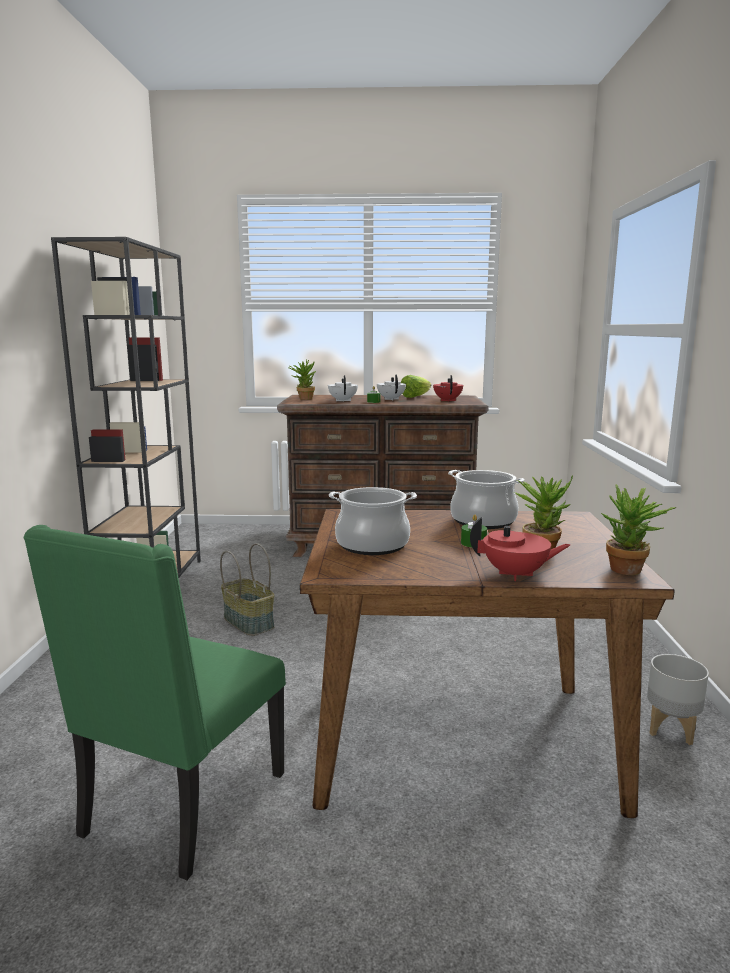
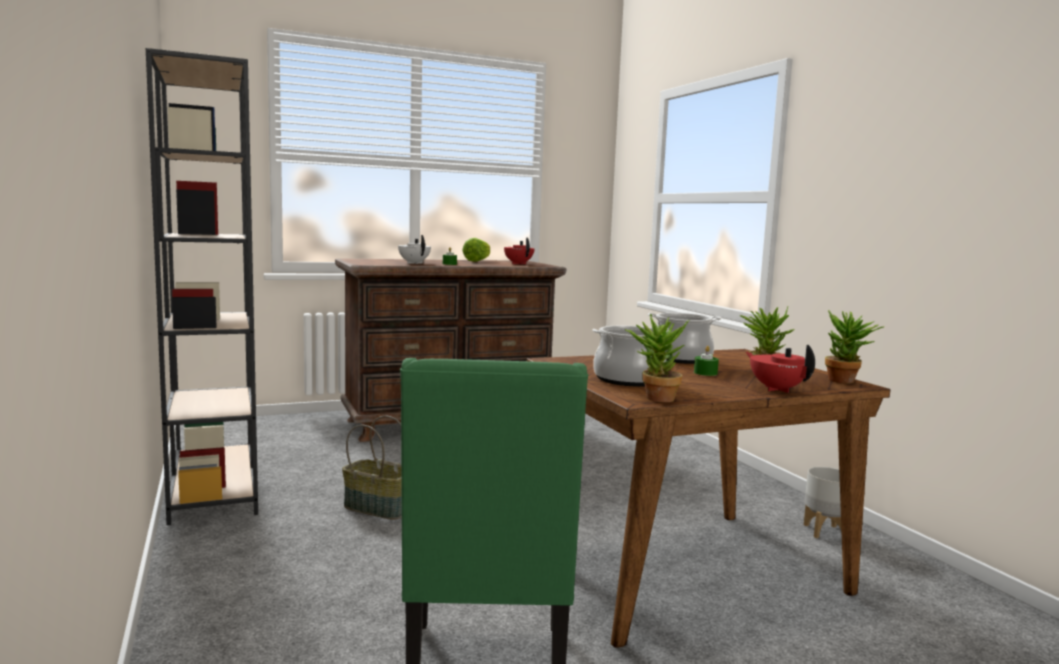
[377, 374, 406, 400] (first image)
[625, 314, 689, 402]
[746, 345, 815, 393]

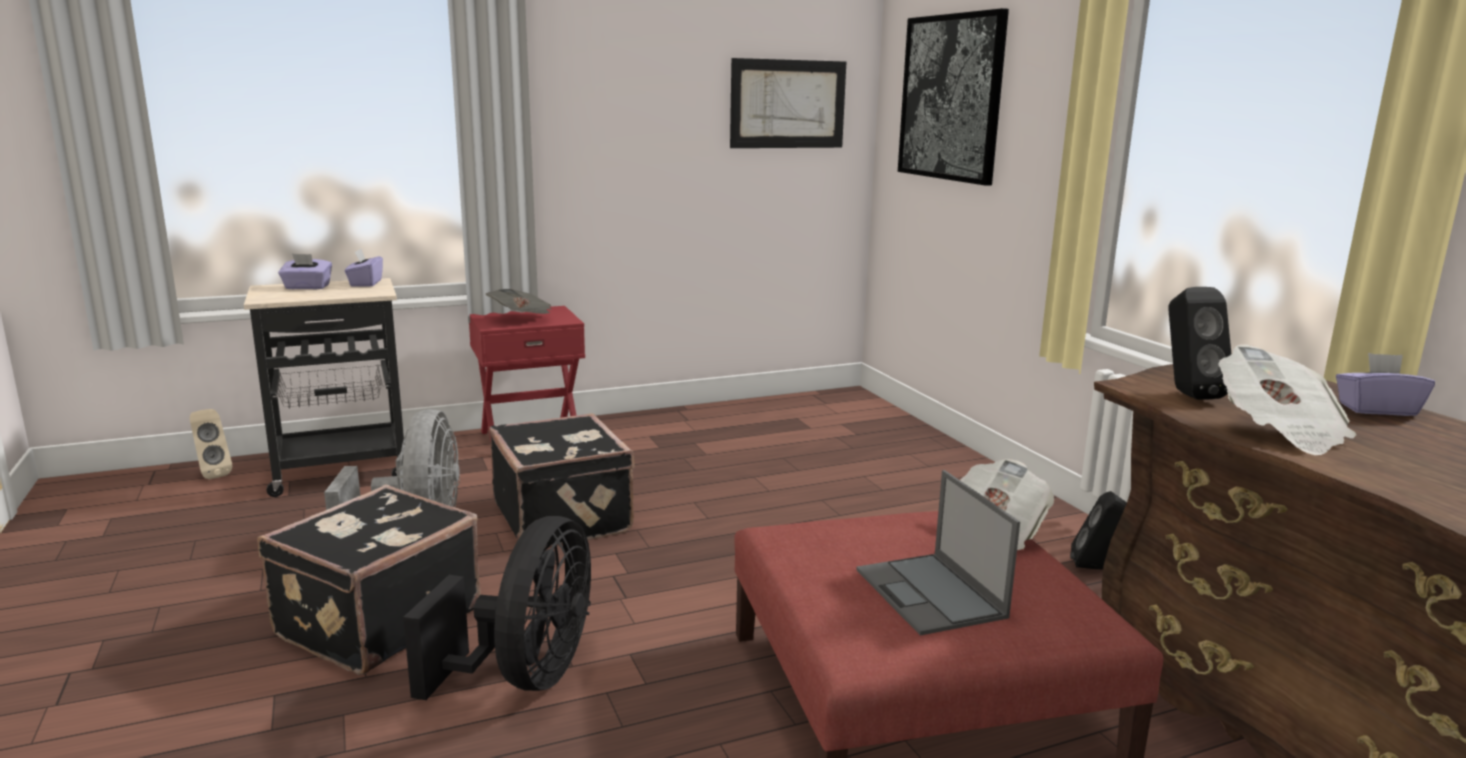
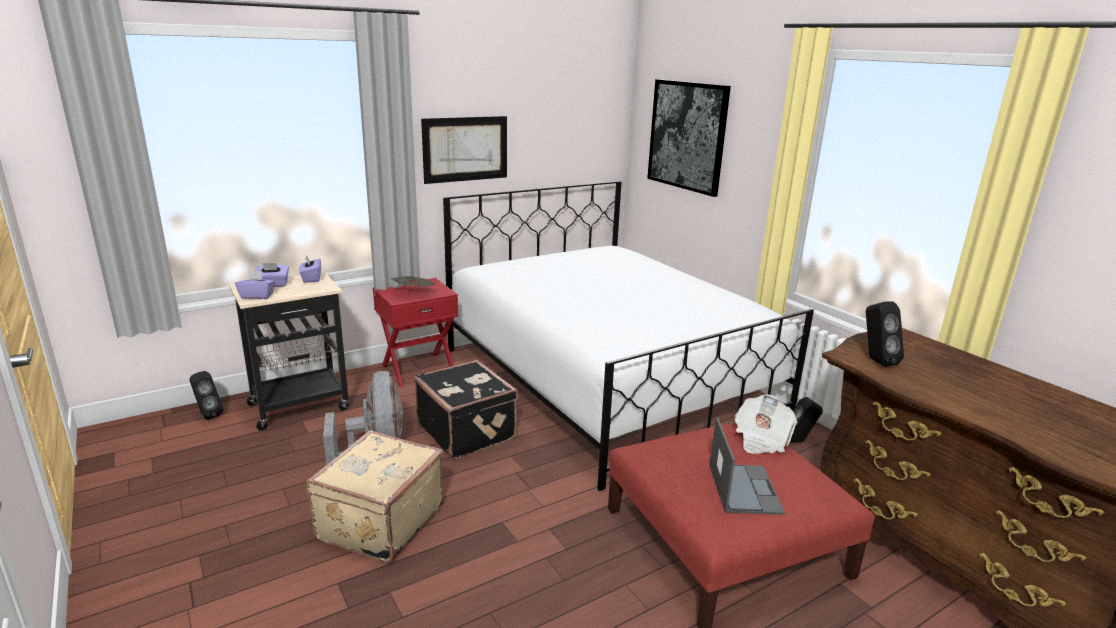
[403, 516, 591, 700] (first image)
[1218, 344, 1356, 456] (first image)
[443, 181, 814, 491]
[421, 116, 507, 184]
[235, 271, 275, 299]
[190, 371, 223, 420]
[306, 430, 444, 563]
[709, 417, 785, 515]

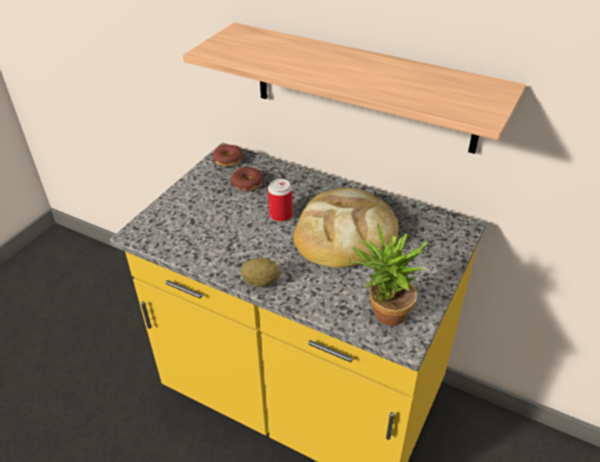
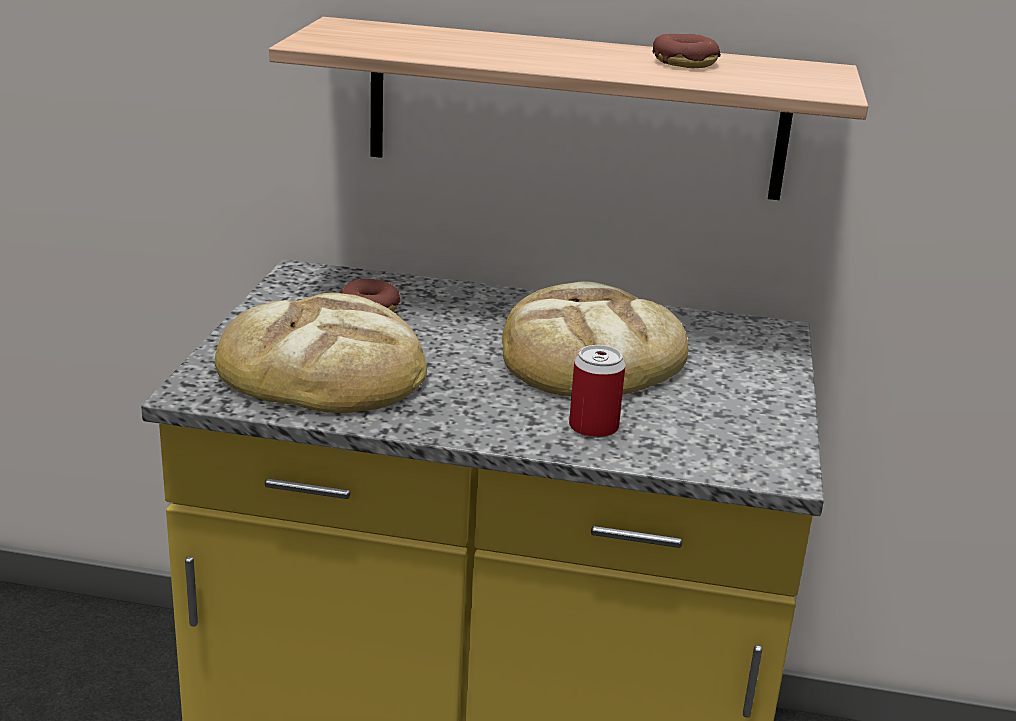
[241, 258, 280, 287] (first image)
[349, 224, 429, 326] (first image)
[215, 293, 427, 413]
[652, 34, 721, 68]
[569, 345, 626, 438]

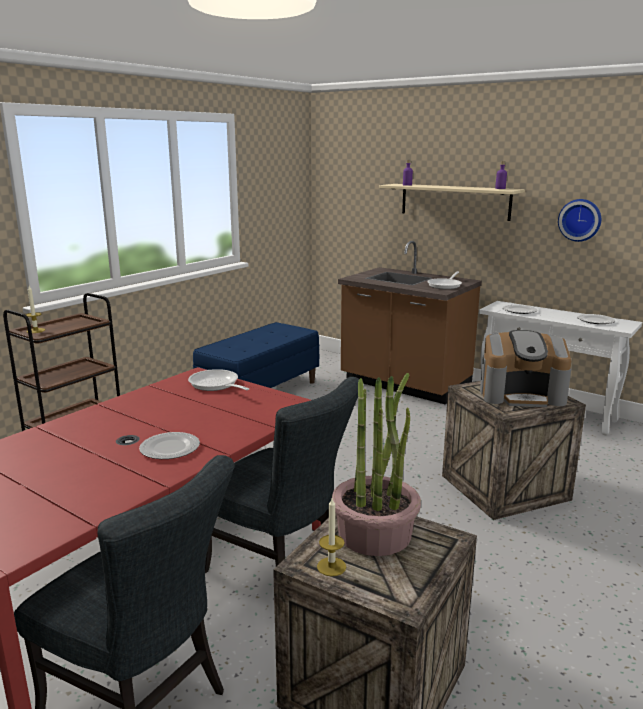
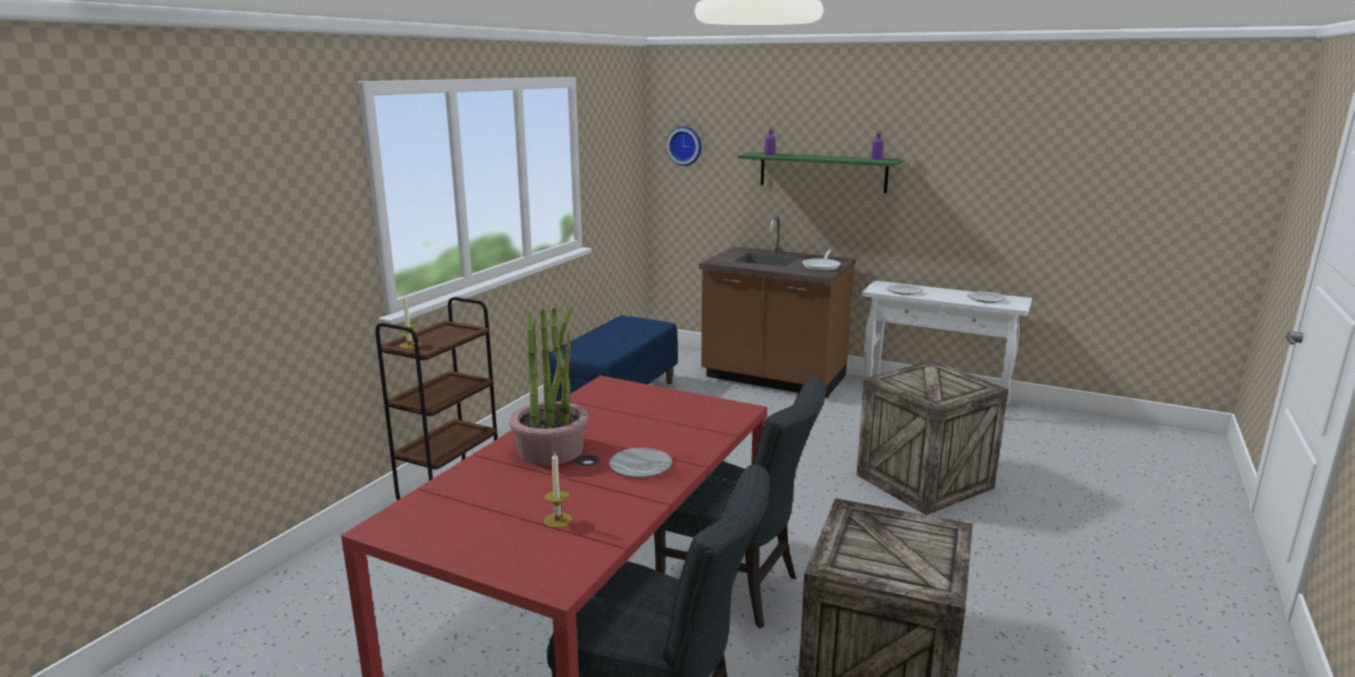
[188, 369, 249, 391] (first image)
[480, 330, 571, 407] (first image)
[544, 451, 572, 528]
[509, 306, 588, 465]
[667, 126, 702, 166]
[738, 152, 902, 194]

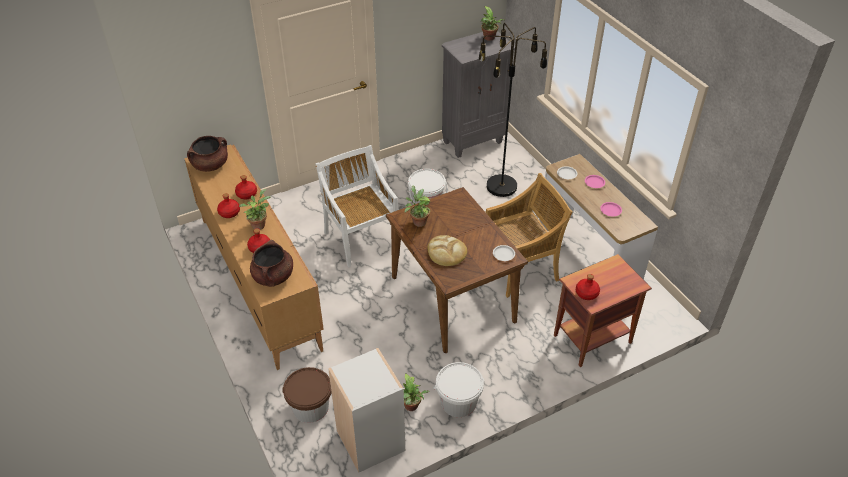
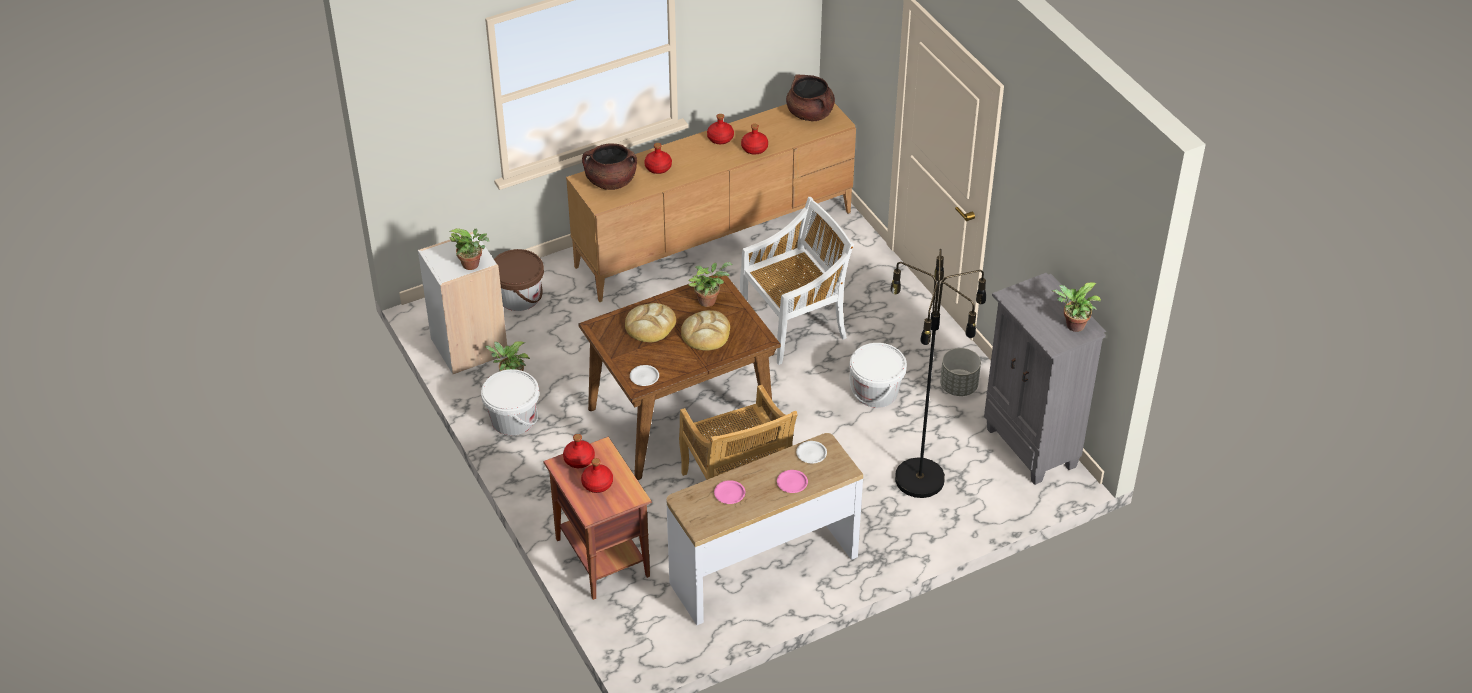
[581, 458, 613, 493]
[681, 310, 730, 351]
[940, 348, 981, 396]
[449, 228, 489, 270]

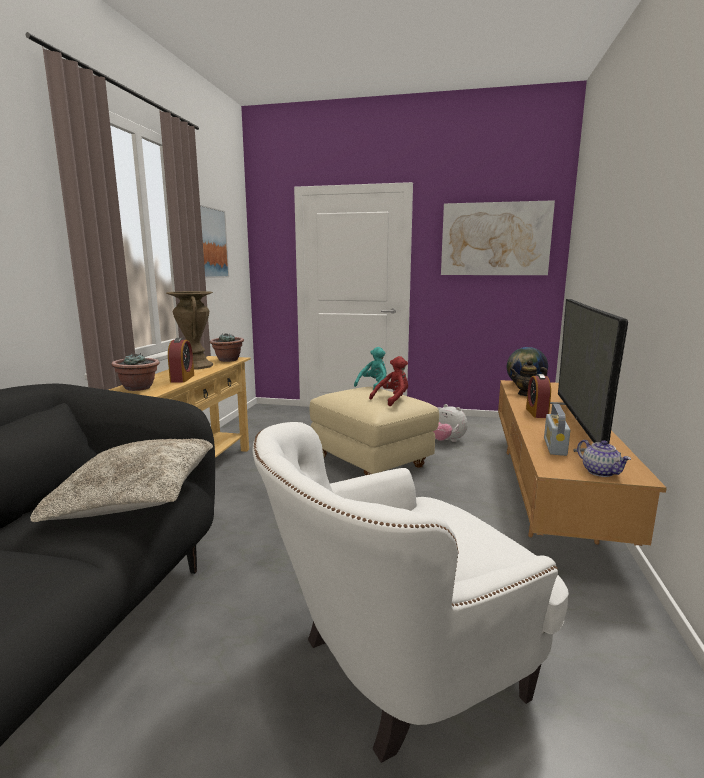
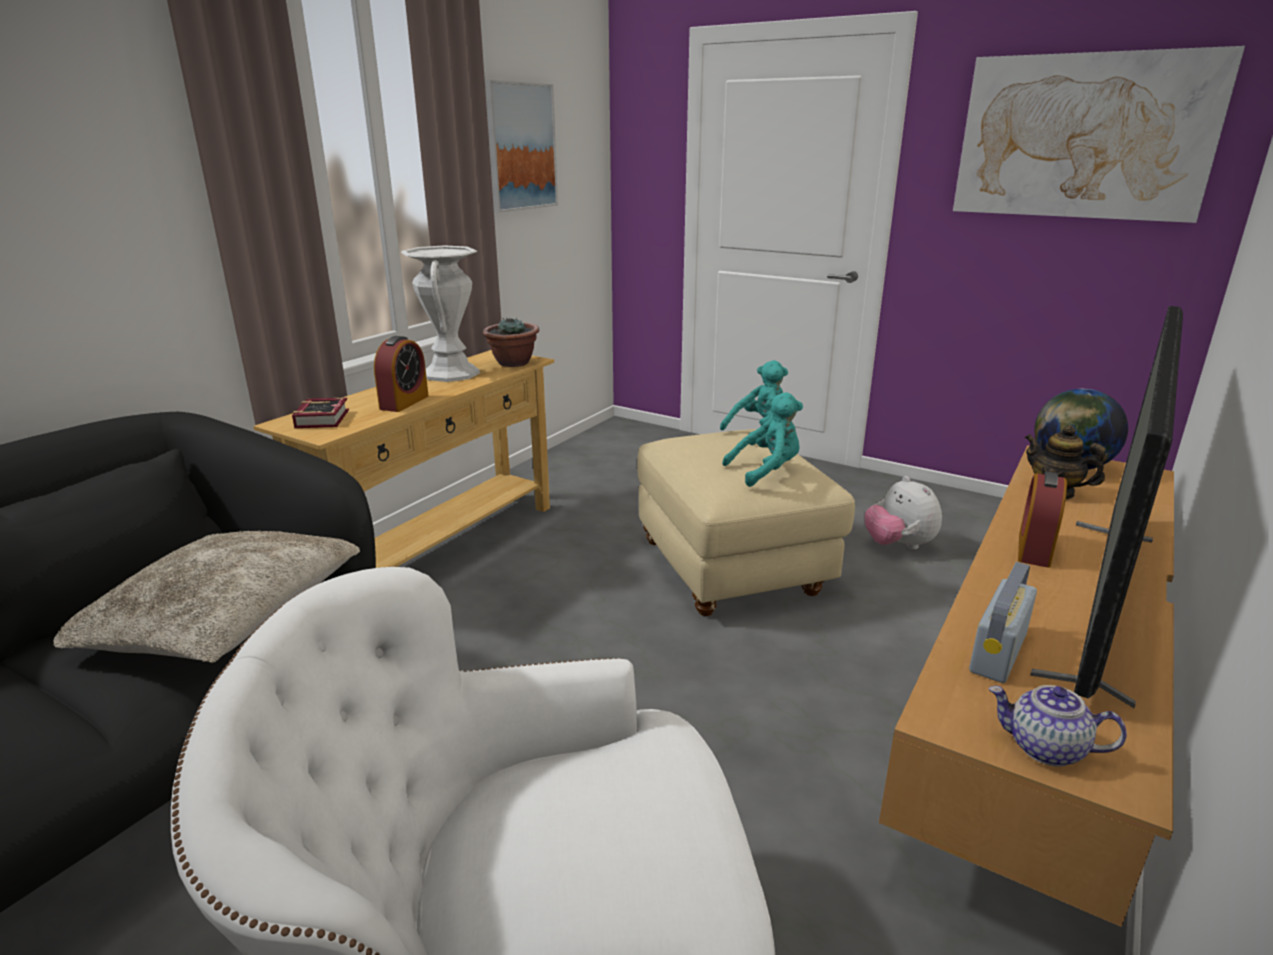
[292, 397, 349, 428]
[401, 245, 480, 382]
[722, 392, 803, 487]
[989, 685, 1127, 767]

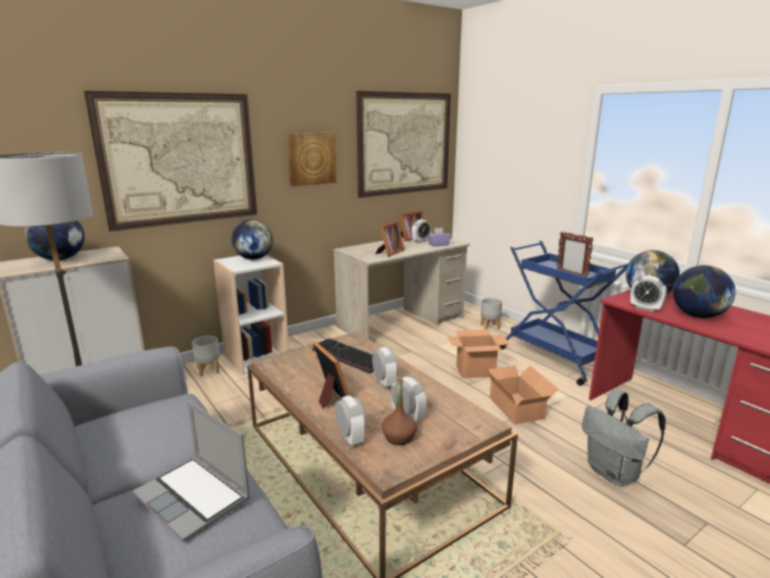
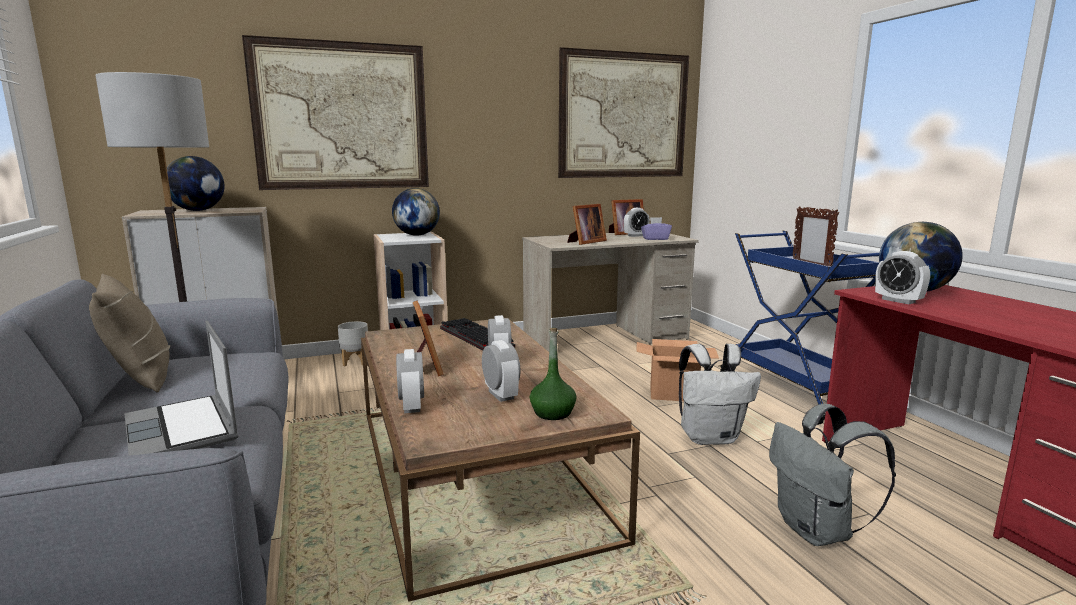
[287, 132, 336, 186] (first image)
[382, 377, 417, 445] (first image)
[481, 298, 502, 330] (first image)
[673, 265, 736, 318] (first image)
[89, 274, 170, 392]
[530, 328, 577, 420]
[679, 344, 761, 445]

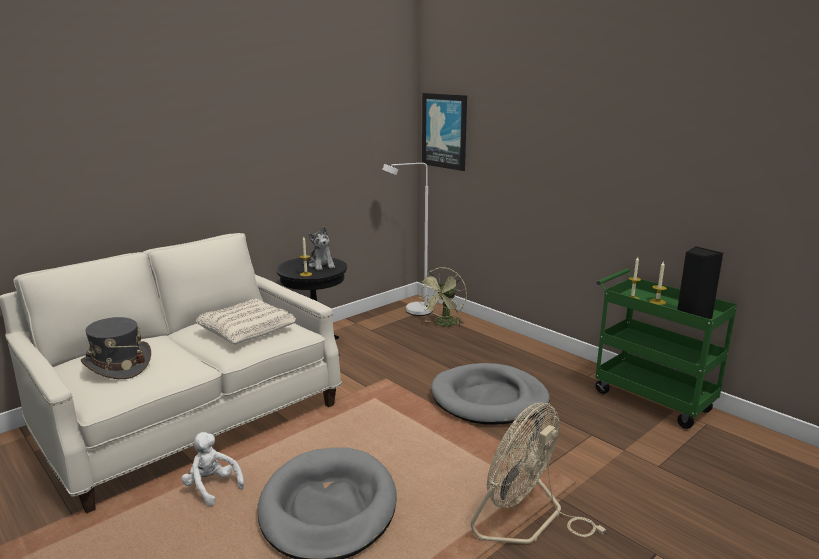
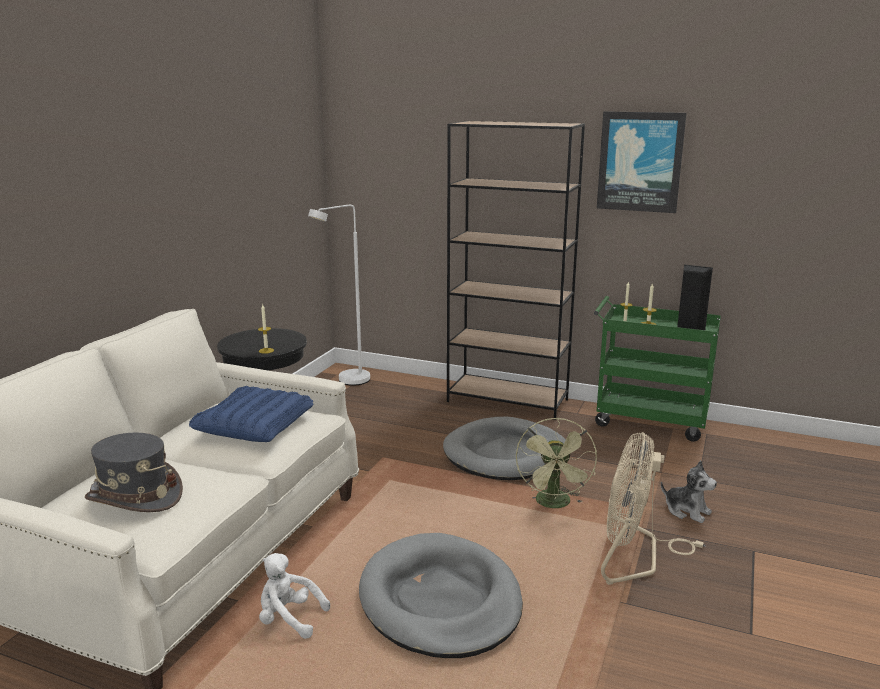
[447, 121, 585, 420]
[661, 460, 717, 523]
[516, 418, 597, 508]
[597, 111, 687, 213]
[189, 386, 313, 442]

